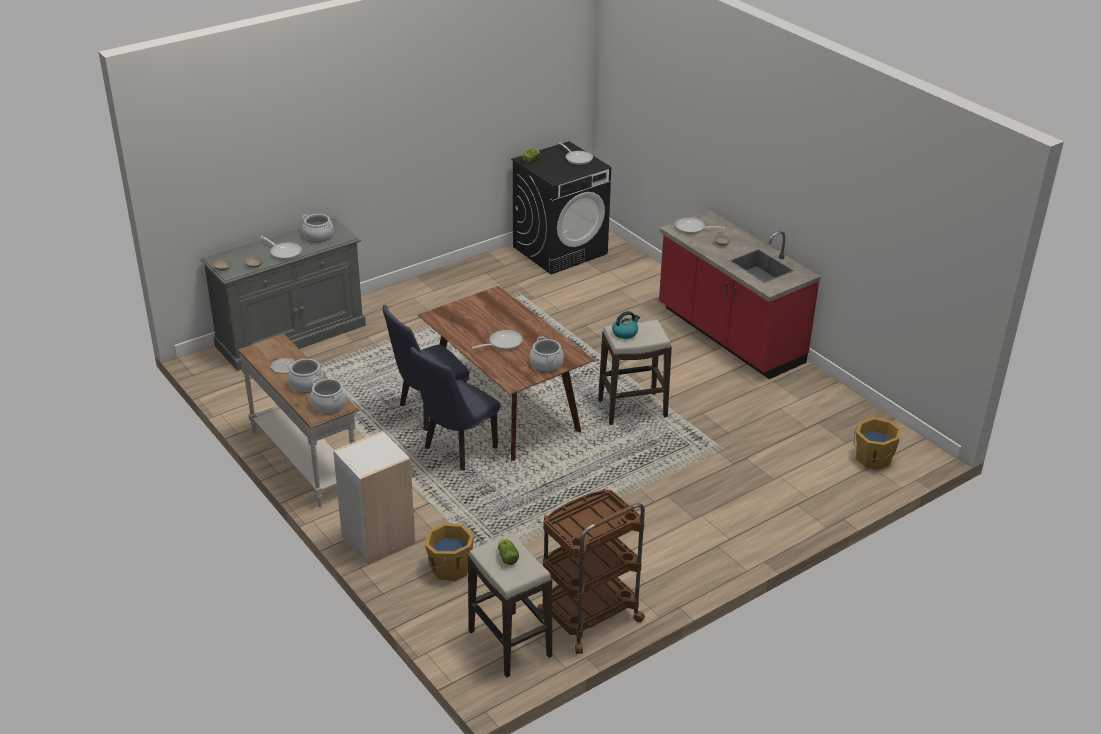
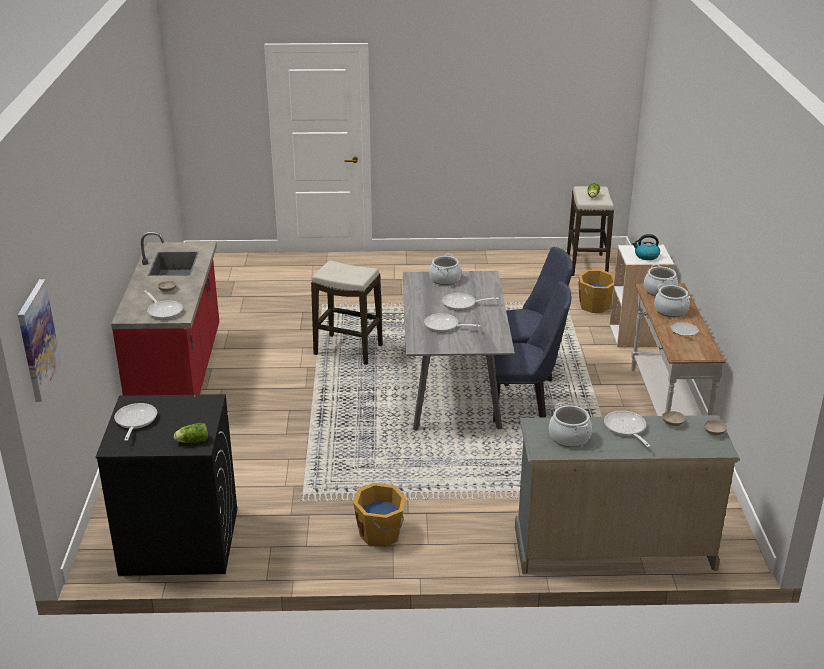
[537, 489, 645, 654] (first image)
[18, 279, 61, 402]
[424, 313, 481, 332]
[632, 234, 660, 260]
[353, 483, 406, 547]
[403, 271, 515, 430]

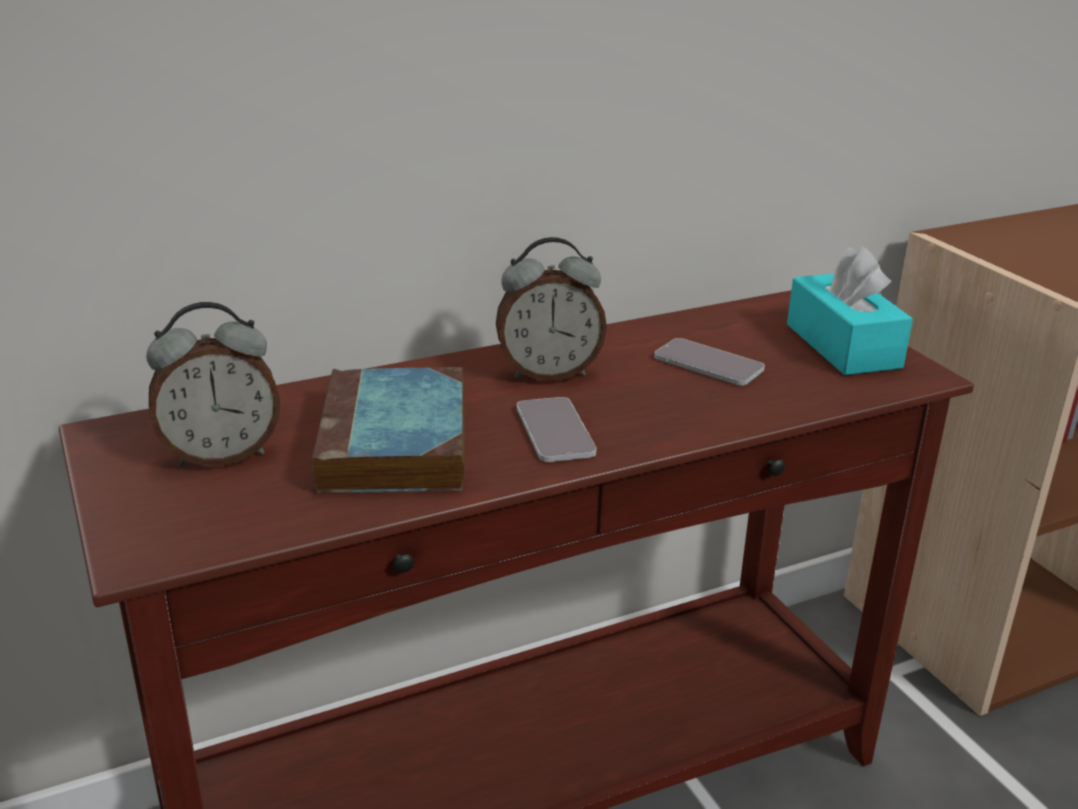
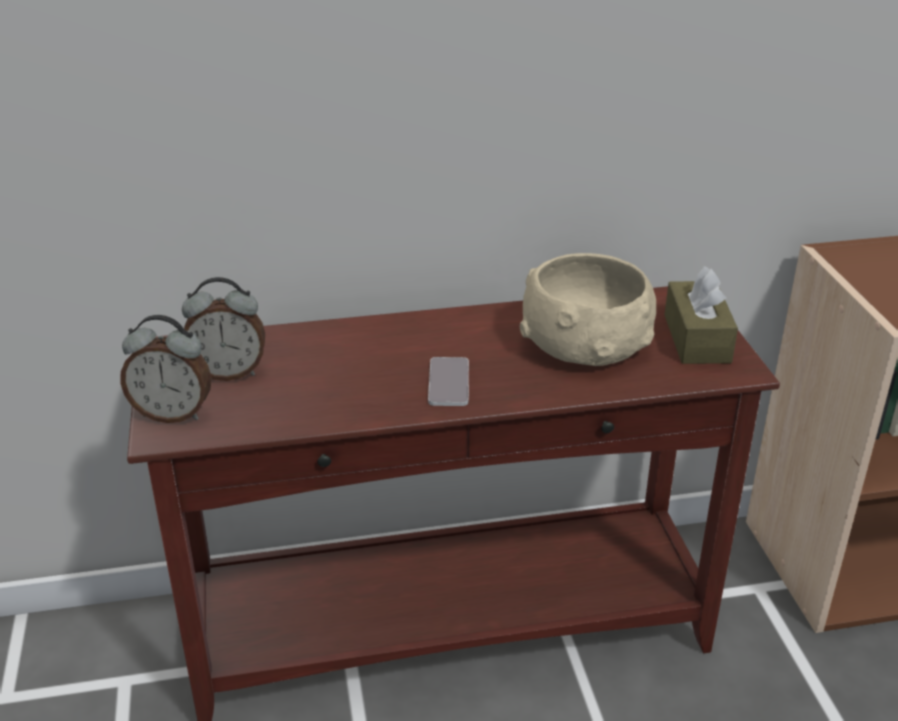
[311, 367, 465, 493] (first image)
[120, 315, 211, 423]
[520, 253, 656, 366]
[664, 266, 738, 364]

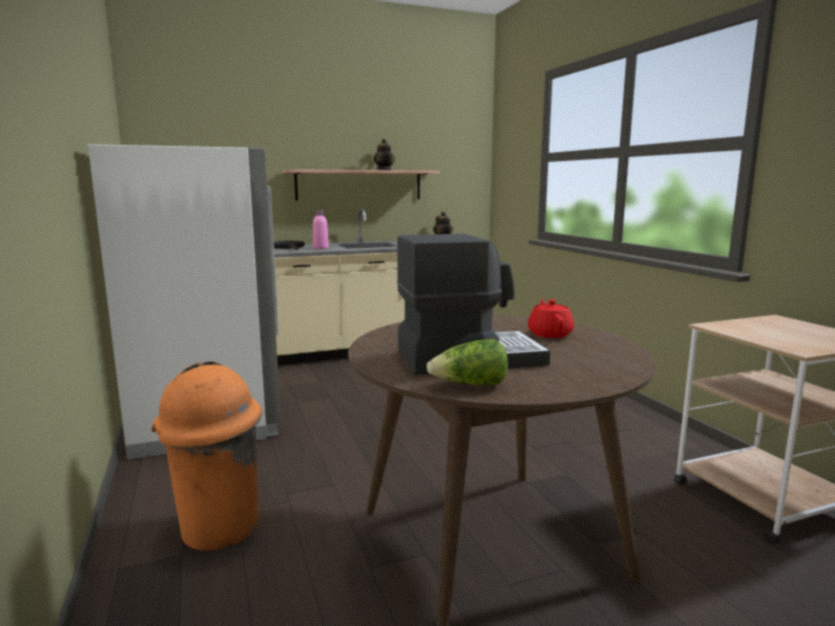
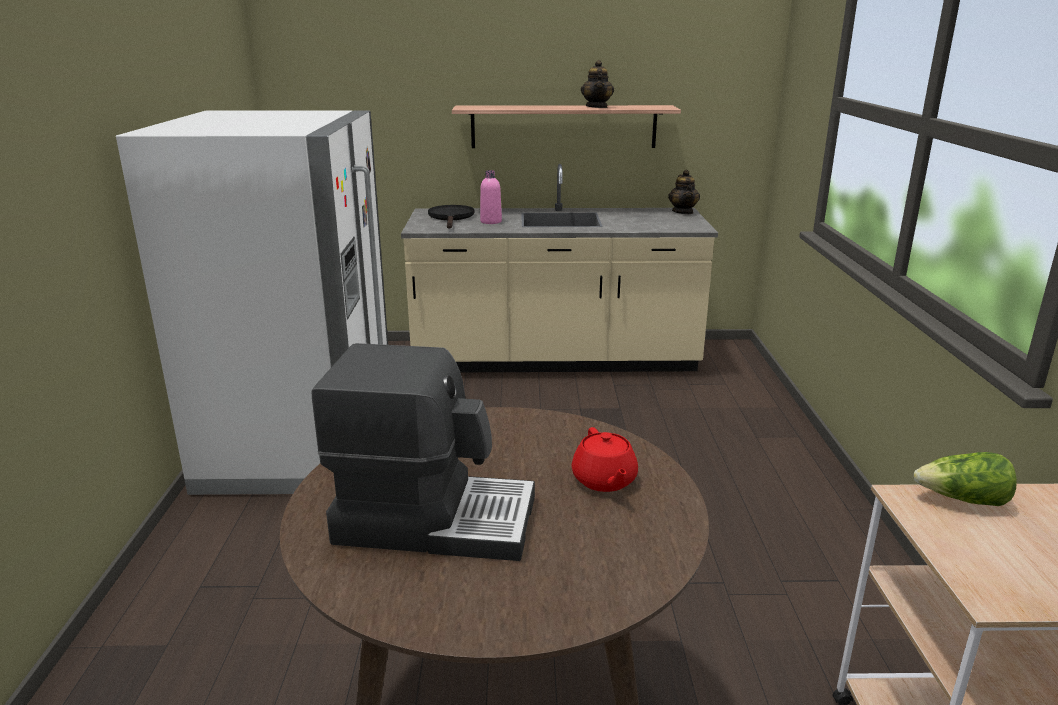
[151, 361, 262, 551] (first image)
[914, 452, 1017, 506]
[572, 427, 638, 492]

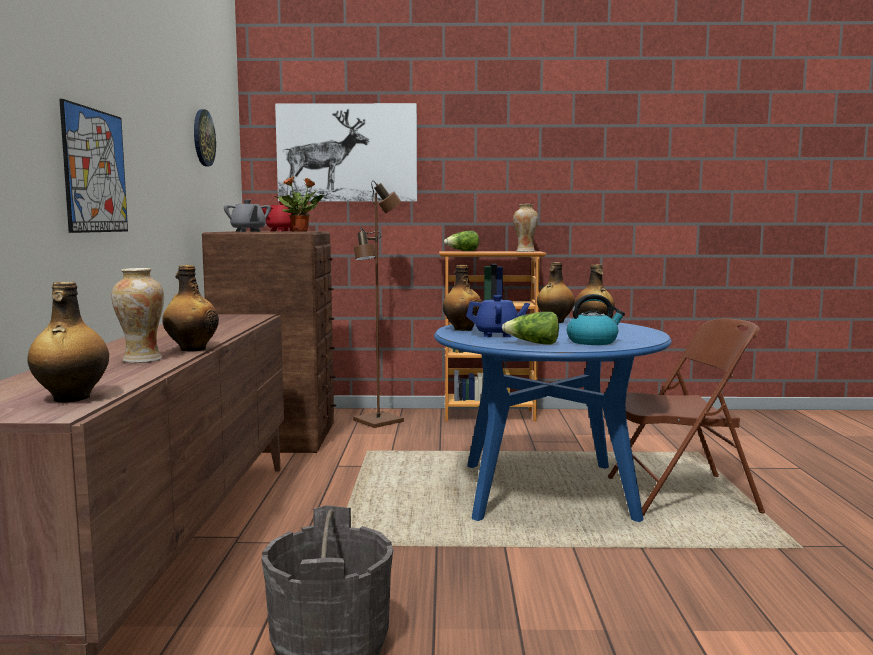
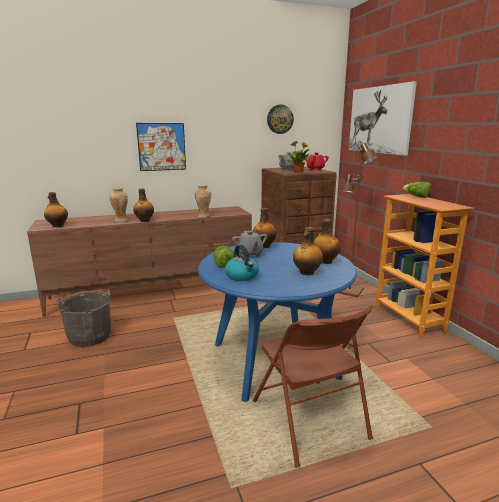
[195, 185, 211, 217]
[232, 231, 268, 257]

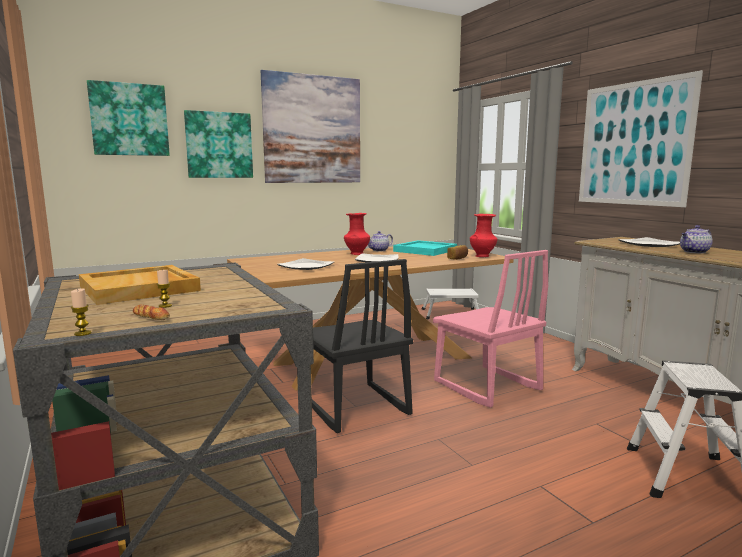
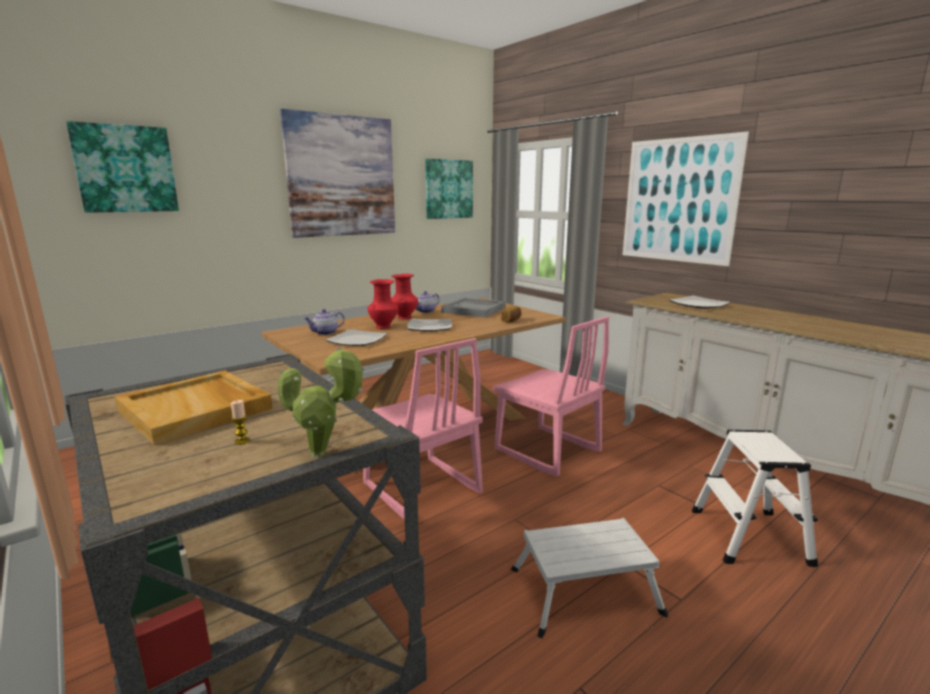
[71, 288, 92, 336] (first image)
[133, 304, 170, 320] (first image)
[277, 347, 365, 457]
[425, 159, 473, 219]
[510, 518, 668, 639]
[368, 279, 398, 329]
[304, 309, 345, 335]
[363, 338, 483, 520]
[441, 297, 505, 318]

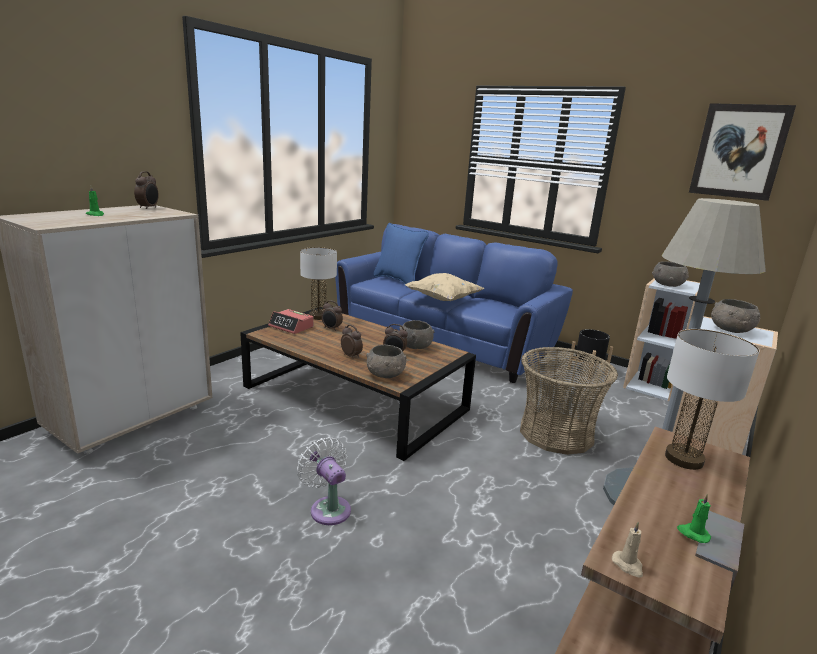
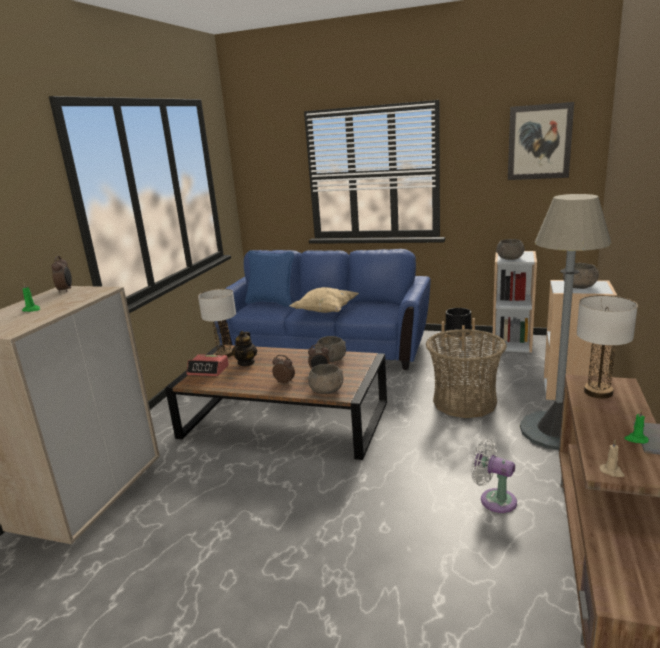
[471, 439, 517, 513]
[232, 331, 257, 366]

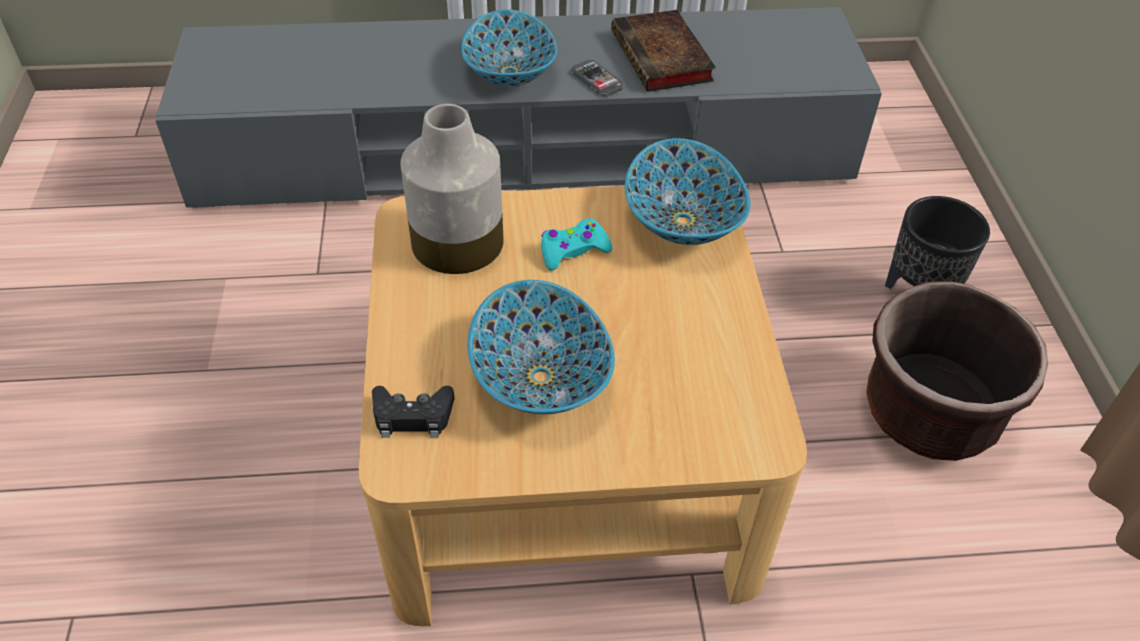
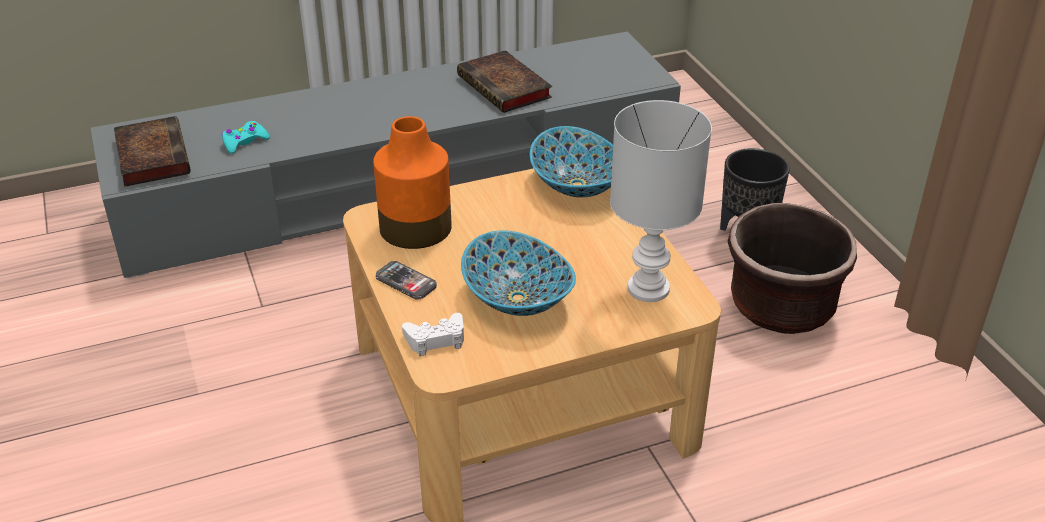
[461, 9, 557, 87] (first image)
[114, 116, 191, 187]
[610, 100, 712, 302]
[222, 121, 270, 154]
[375, 261, 437, 300]
[402, 313, 464, 356]
[373, 116, 452, 249]

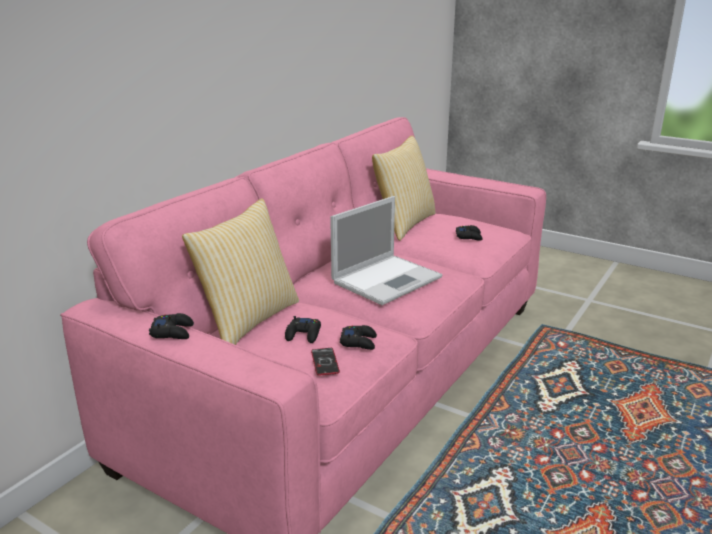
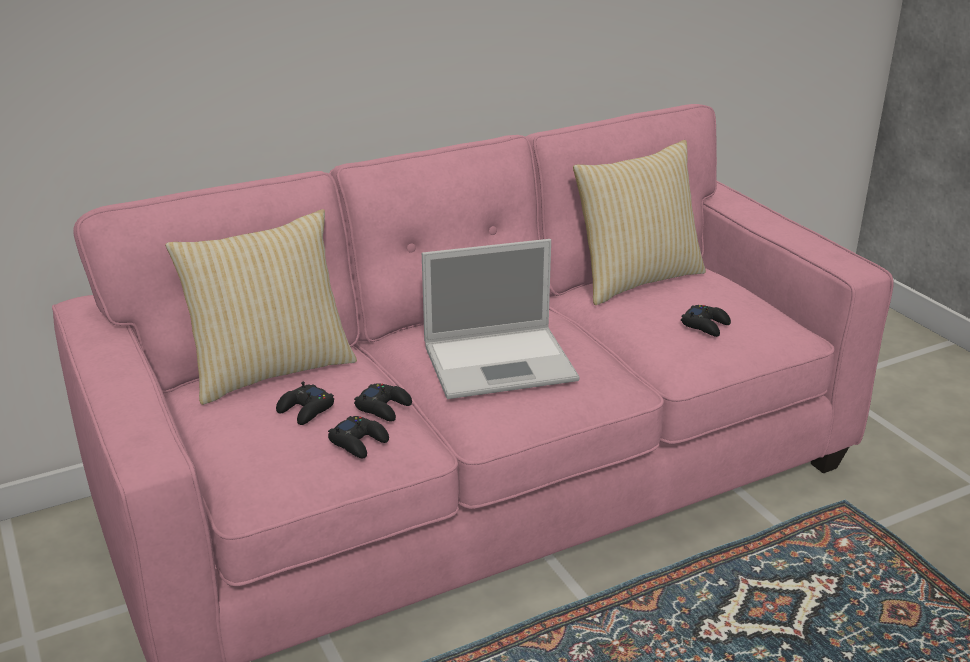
[311, 348, 340, 376] (first image)
[354, 383, 412, 422]

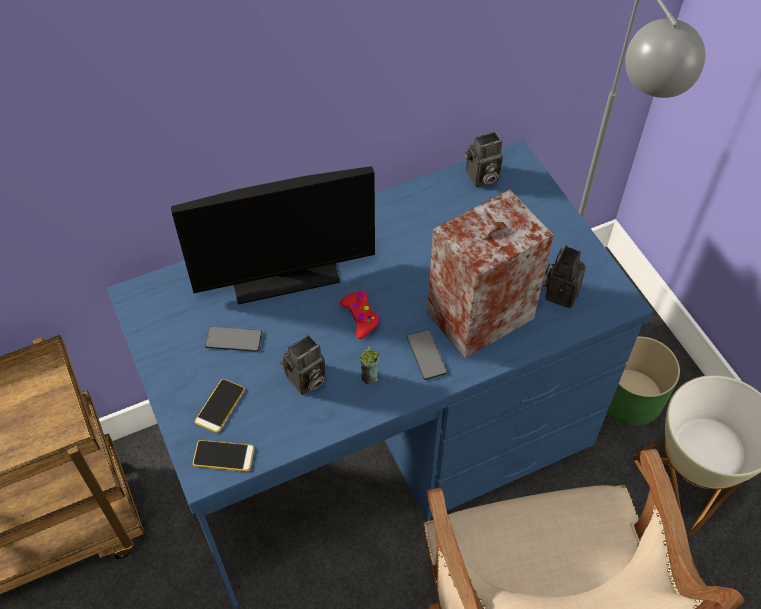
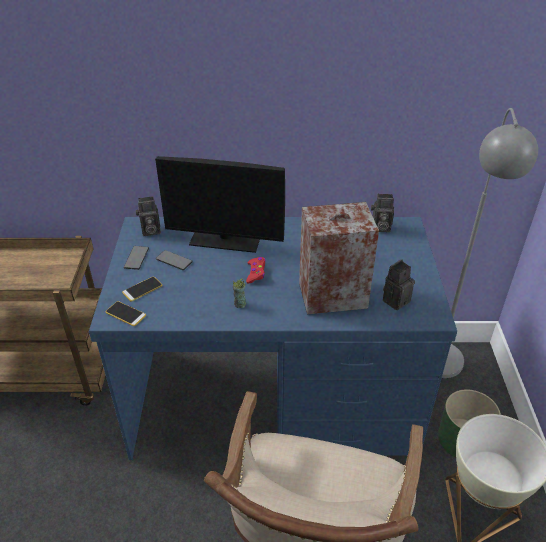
[136, 196, 161, 236]
[124, 246, 149, 270]

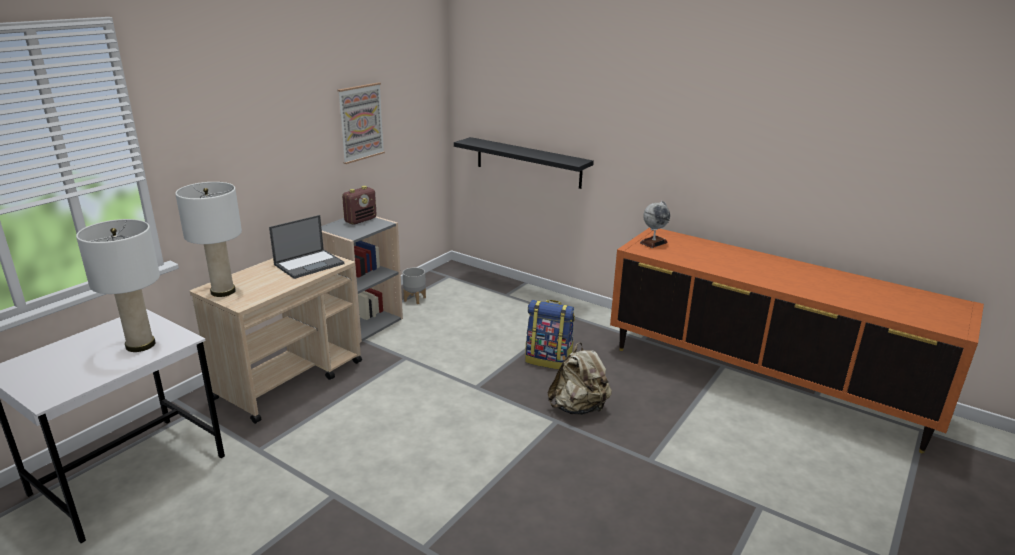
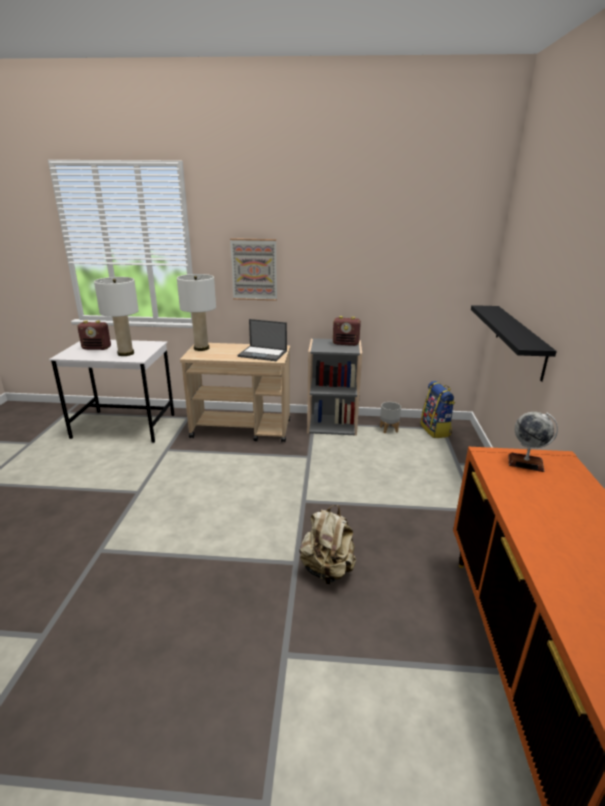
[77, 320, 111, 350]
[230, 238, 277, 301]
[420, 381, 455, 438]

